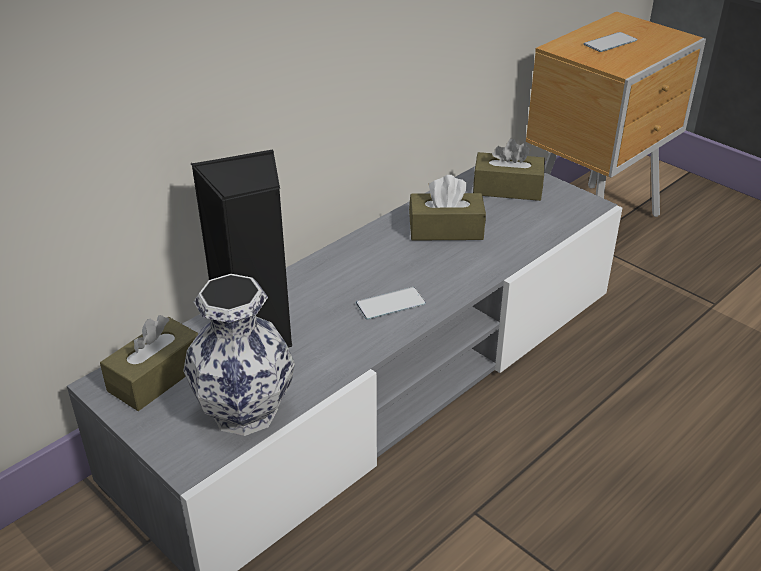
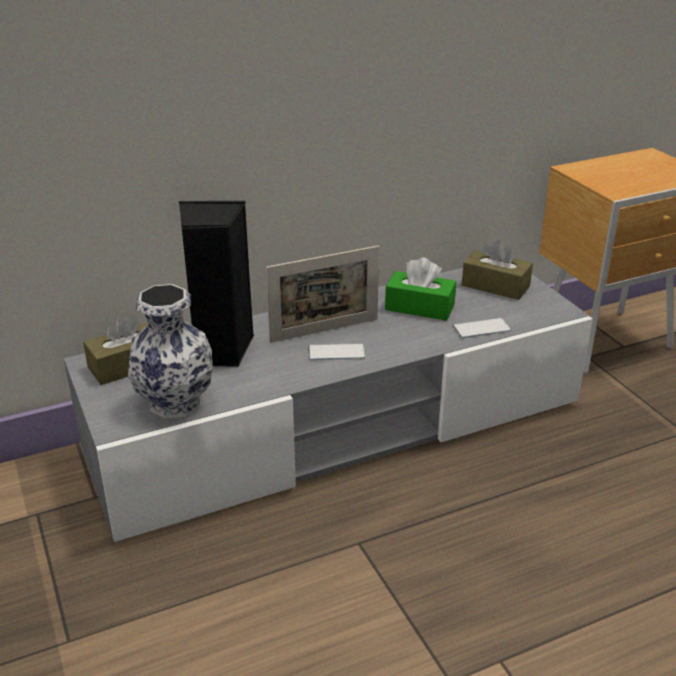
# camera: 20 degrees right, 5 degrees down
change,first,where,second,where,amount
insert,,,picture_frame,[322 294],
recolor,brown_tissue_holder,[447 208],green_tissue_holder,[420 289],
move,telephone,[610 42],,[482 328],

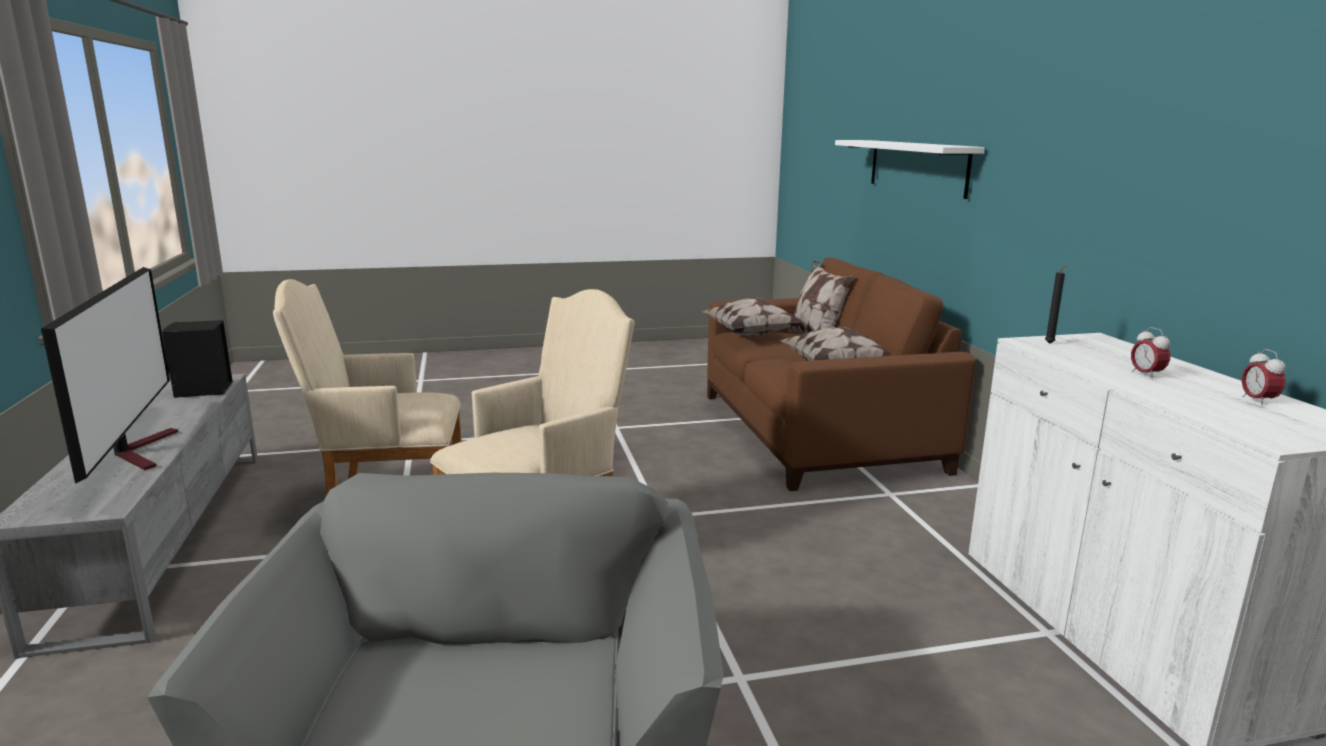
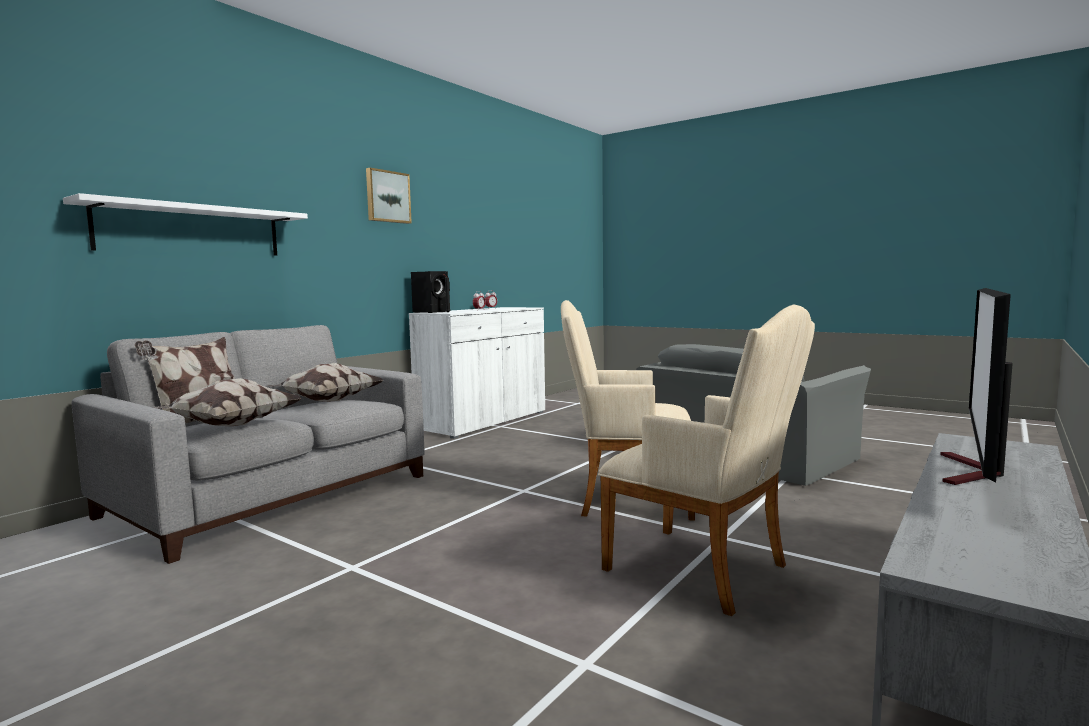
# camera: 130 degrees left, 10 degrees down
change,first,where,second,where,amount
recolor,brown_couch,[841 374],grey_couch,[248 444],
insert,,,picture,[389 196],
move,black_speaker,[197 359],,[430 292],

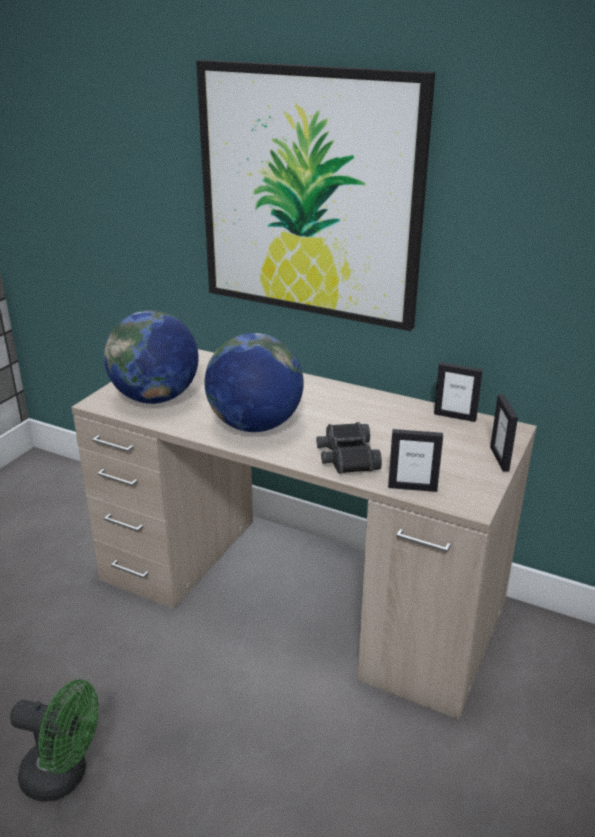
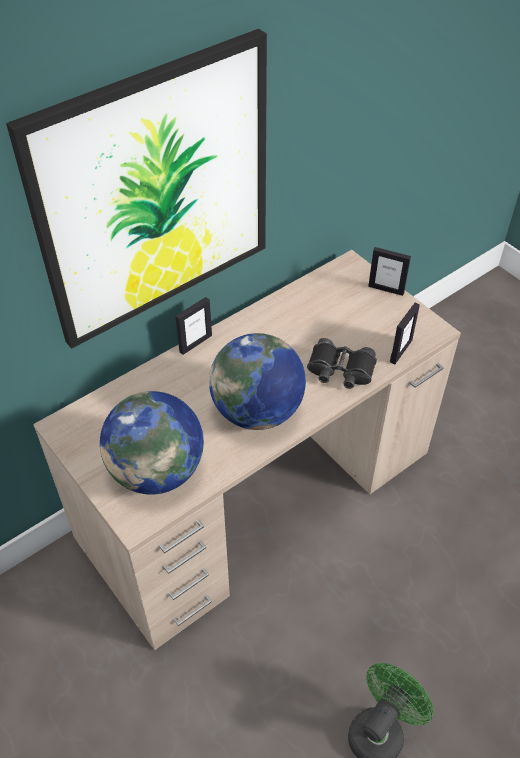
# camera: 65 degrees left, 20 degrees up
change,first,where,second,where,amount
move,picture_frame,[458 392],,[193 326],

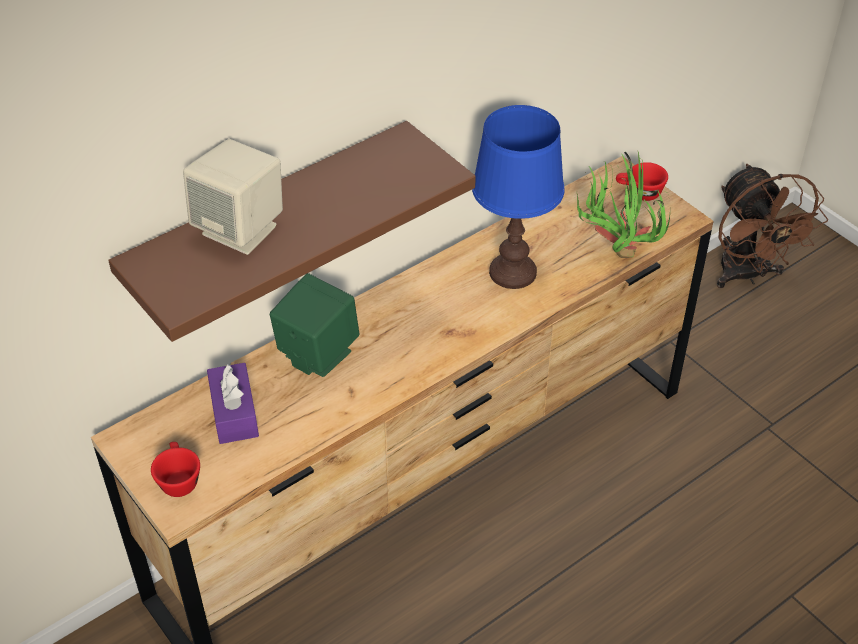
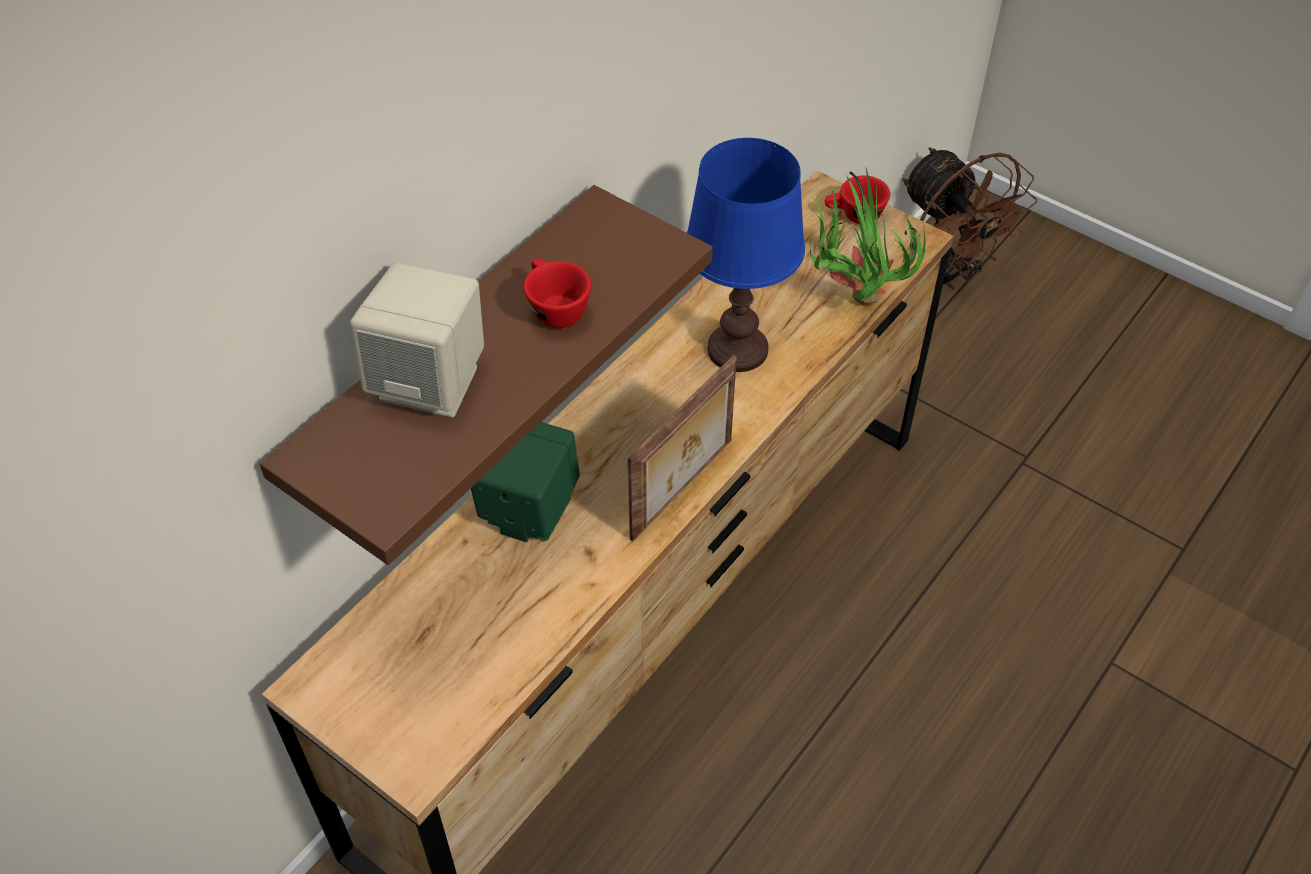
# camera: 15 degrees left, 5 degrees up
change,first,where,second,where,amount
move,red-coloured_cup,[175 469],,[557 293],
insert,,,picture_frame,[682 448],
delete,purple_tissue_holder,[233 403],,,

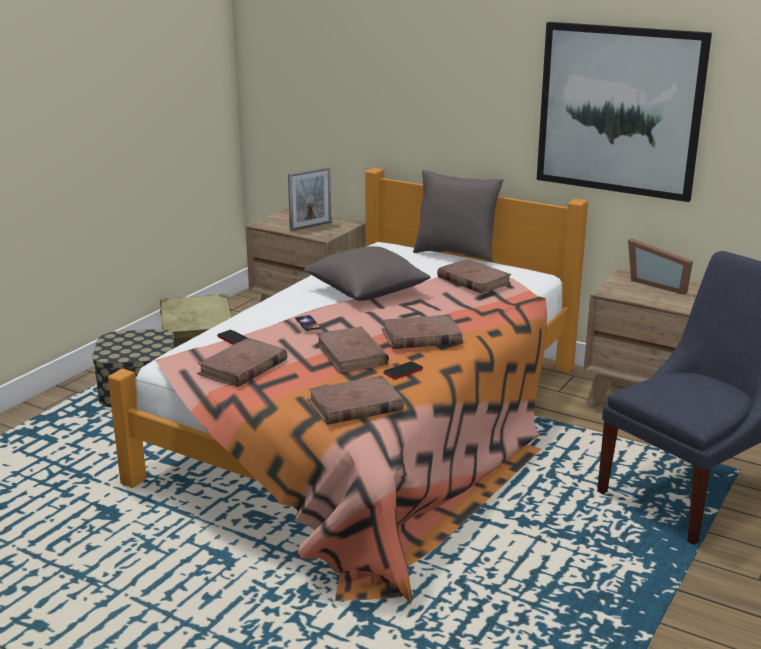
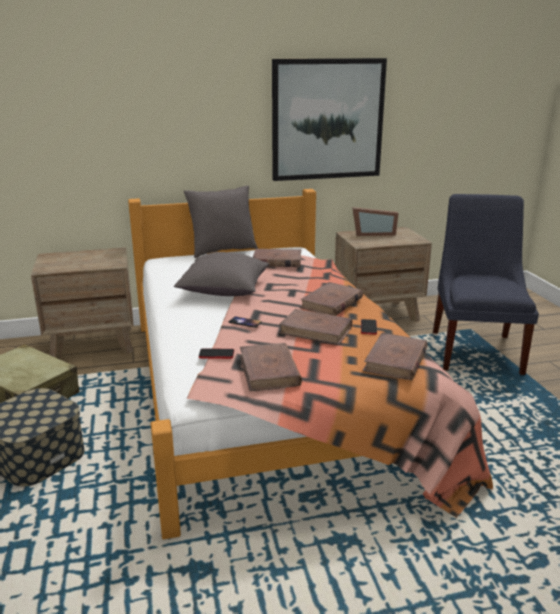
# camera: 45 degrees left, 0 degrees up
change,first,where,second,where,amount
delete,picture_frame,[310 199],,,

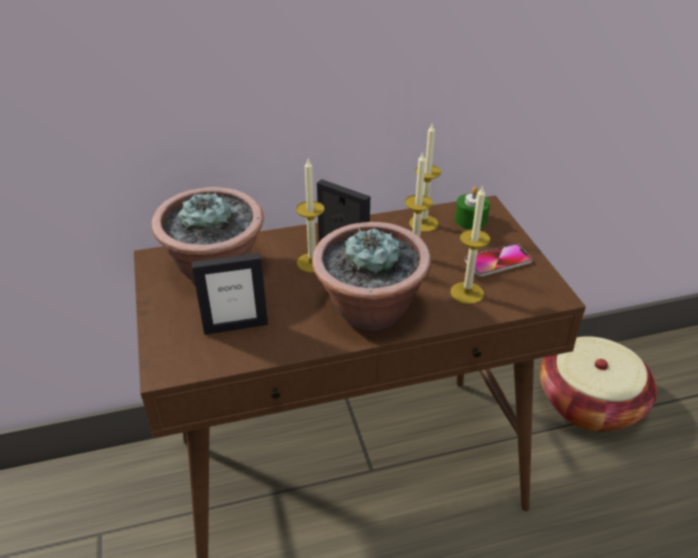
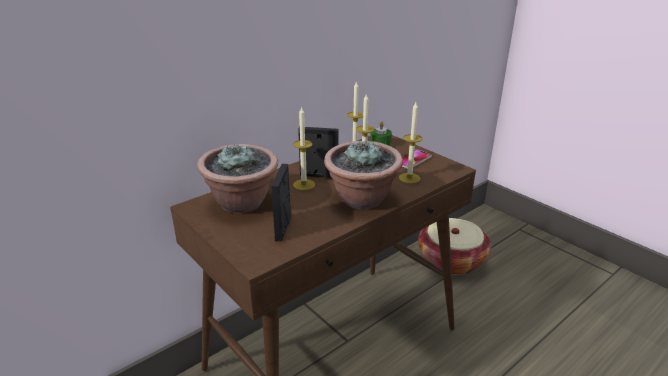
# camera: 25 degrees left, 10 degrees down
change,first,where,second,where,amount
rotate,picture_frame,[230 294],,[281 202],135 degrees clockwise

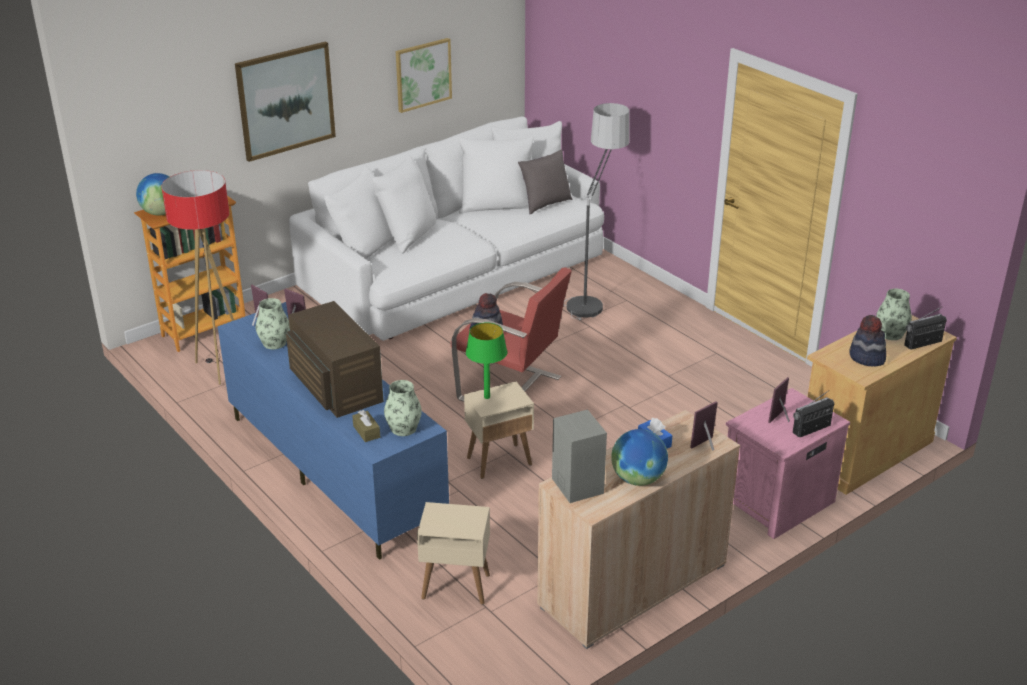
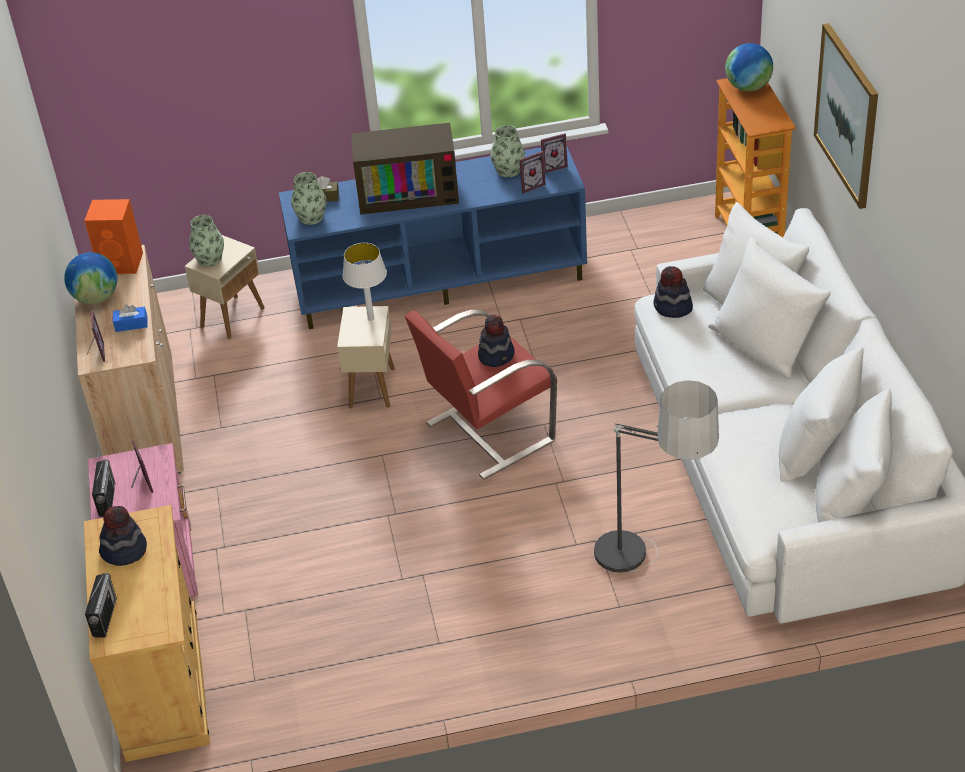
# camera: 120 degrees right, 10 degrees up
change,first,where,second,where,amount
recolor,grey_speaker,[579 456],orangey_speaker,[113 236],
move,vase,[894 314],,[206 241],
recolor,green_table_lamp,[486 360],white-coloured_table_lamp,[365 282],
insert,,,wearable_hat,[673 292],
delete,standard_lamp,[197 277],,,
delete,picture,[424 75],,,
delete,grey_cushion,[545 182],,,

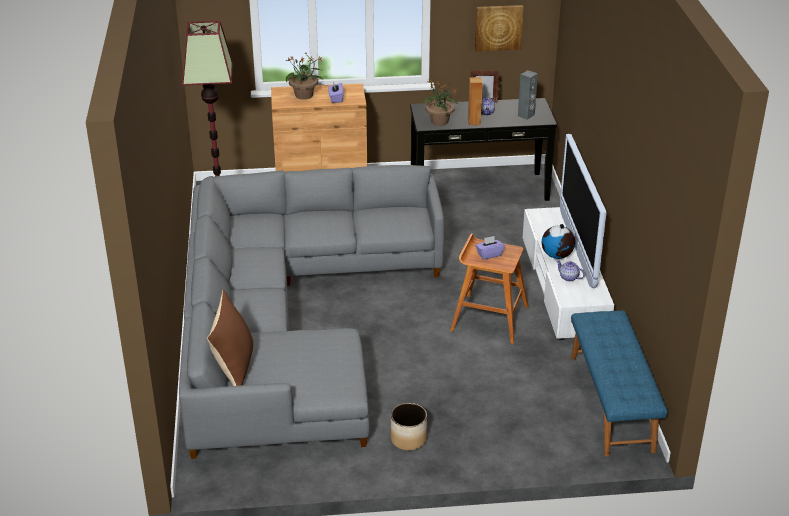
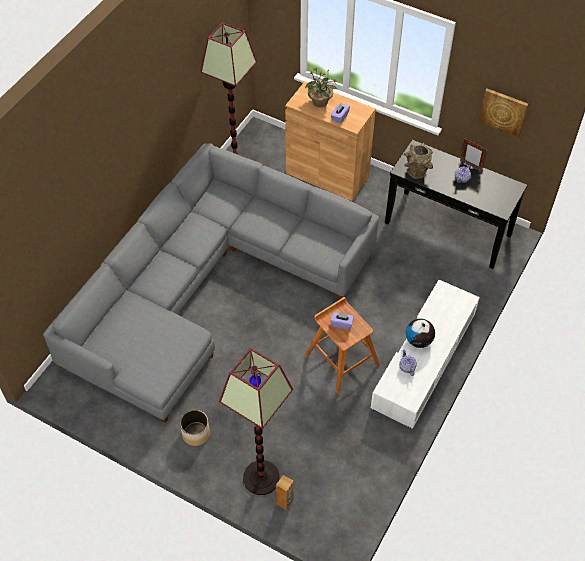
# camera: 35 degrees right, 20 degrees up
change,first,where,second,where,amount
insert,,,standard_lamp,[256 421],
move,brown_speaker,[475 101],,[285 493],
replace,potted_plant,[441 102],brown_vase,[418 161],
delete,brown_cushion,[230 338],,,
delete,grey_speaker,[528 95],,,
delete,television,[583 211],,,
delete,blue_bench,[619 384],,,

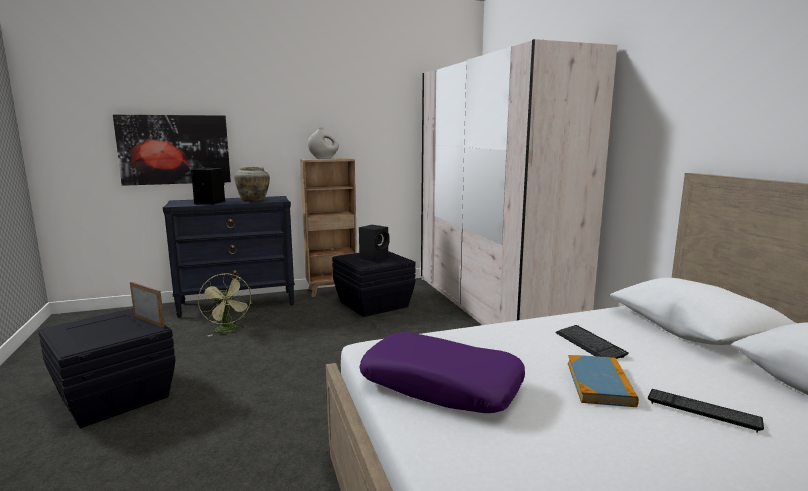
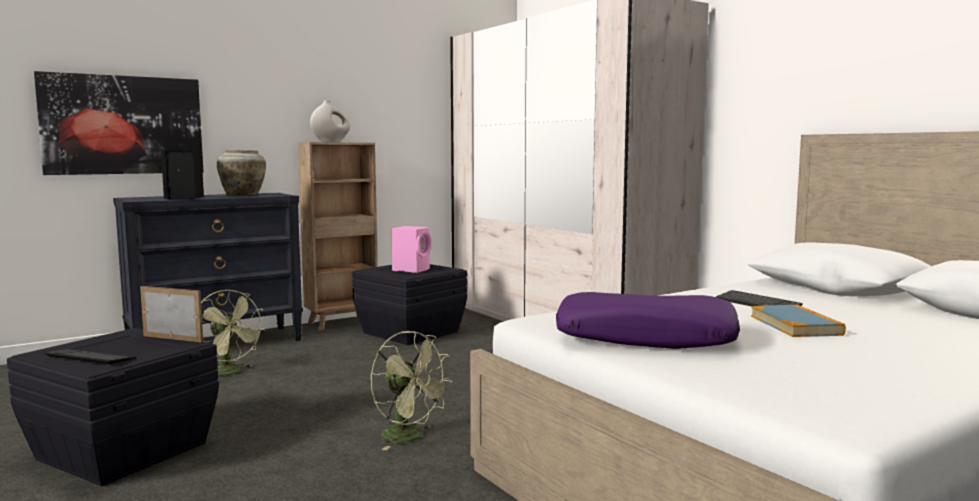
# camera: 15 degrees left, 5 degrees down
change,first,where,second,where,amount
move,keyboard,[706 411],,[90 357],
insert,,,green_cooling_fan,[412 390],
recolor,black_speaker,[374 243],pink_speaker,[411 249],

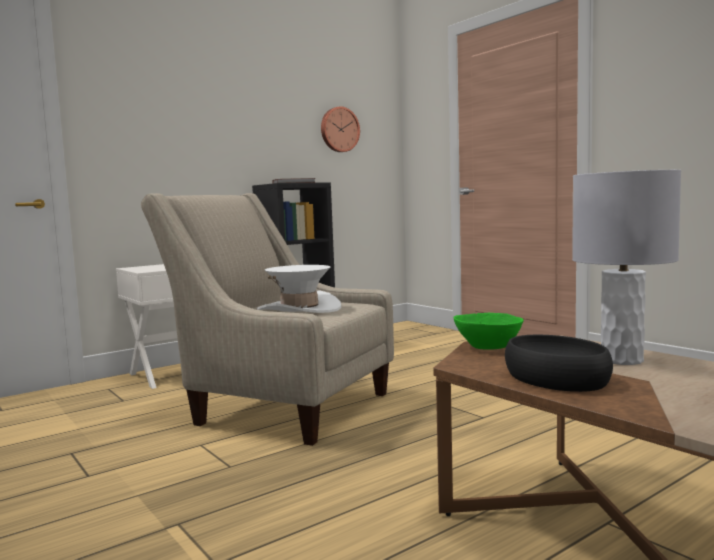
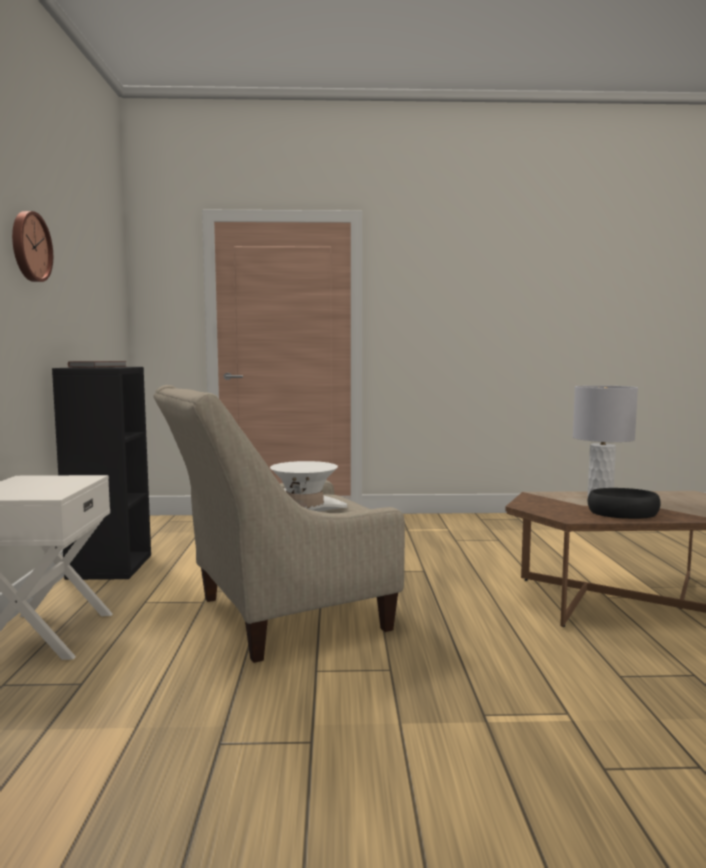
# camera: 55 degrees left, 0 degrees up
change,first,where,second,where,amount
move,wall_clock,[340 129],,[32 246],
delete,green_serving_bowl,[488 331],,,

